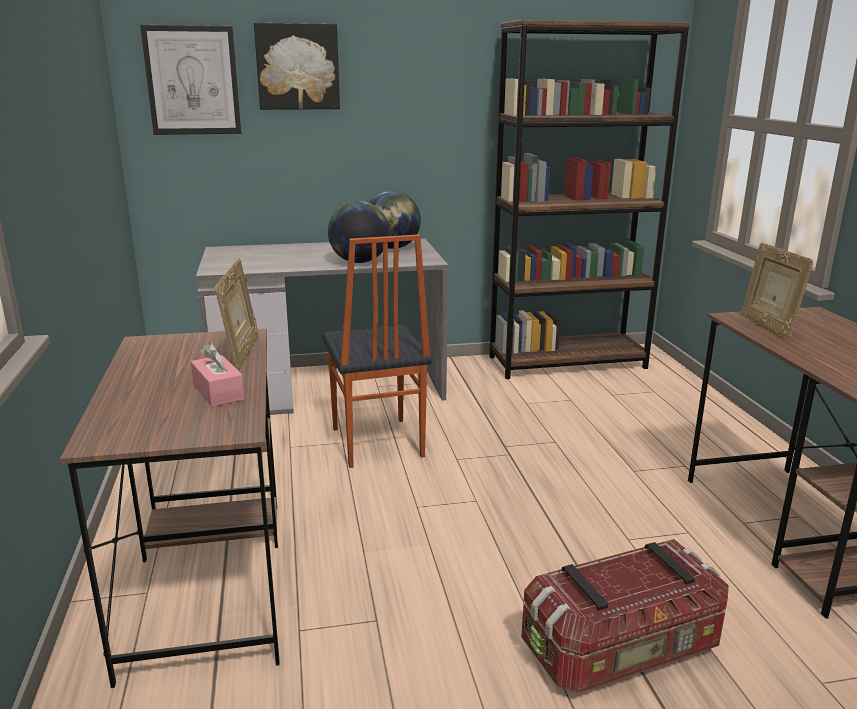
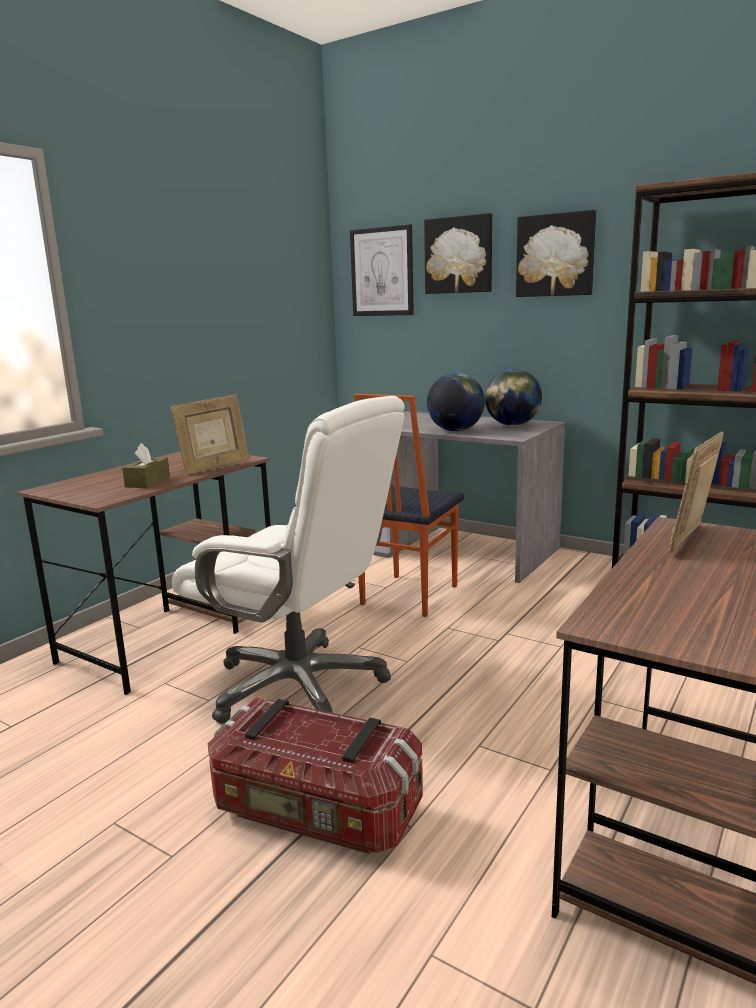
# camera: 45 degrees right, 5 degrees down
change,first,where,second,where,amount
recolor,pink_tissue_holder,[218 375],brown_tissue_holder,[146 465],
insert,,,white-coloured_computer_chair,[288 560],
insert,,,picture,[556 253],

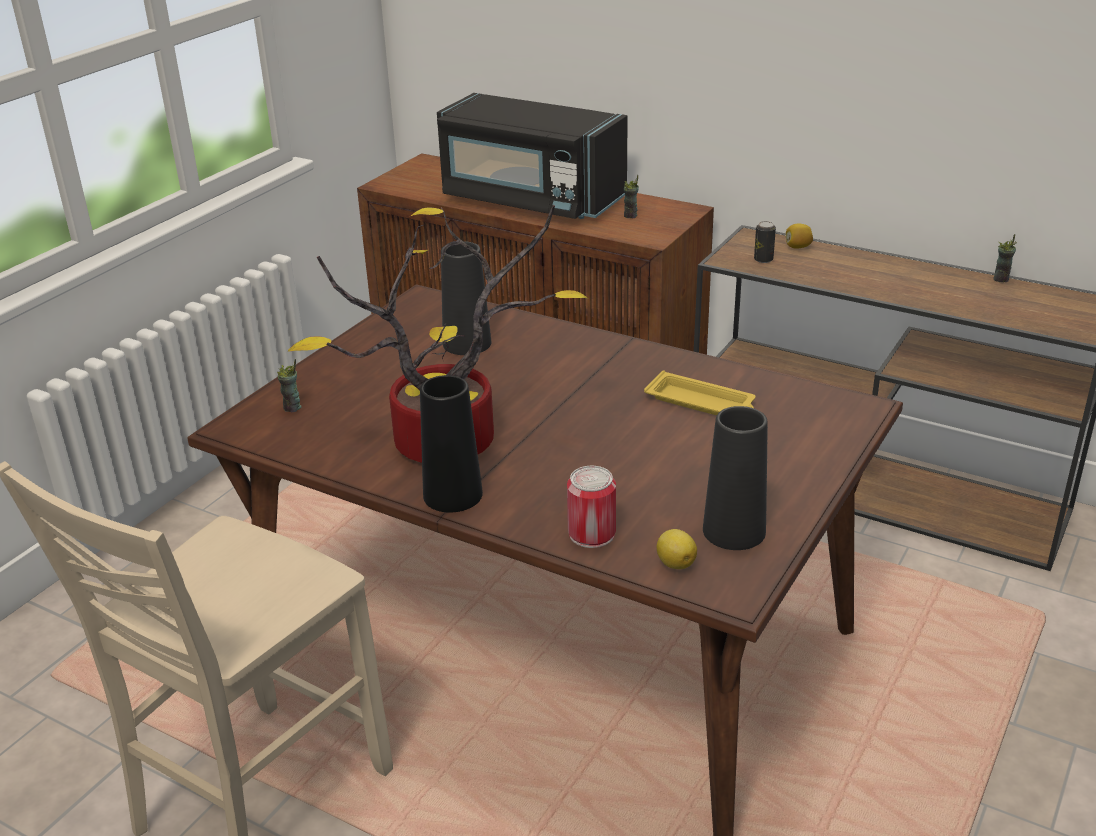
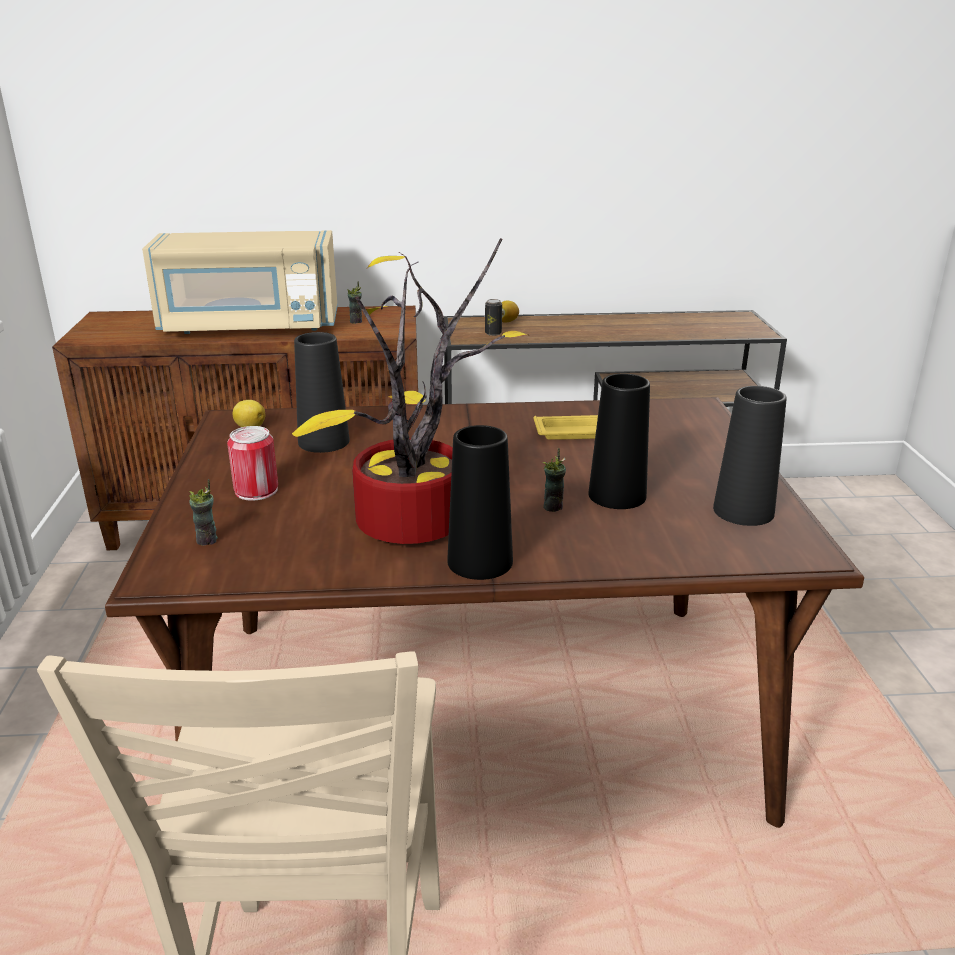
# camera: 35 degrees left, 5 degrees down
change,first,where,second,where,amount
recolor,black_microwave_oven,[532 156],beige_microwave_oven,[240 282],
move,metal_can,[591 507],,[252 463],
move,citrus_fruit,[677 549],,[249 413],
move,cup,[1005 258],,[554 480],
insert,,,black_vase,[619 441],

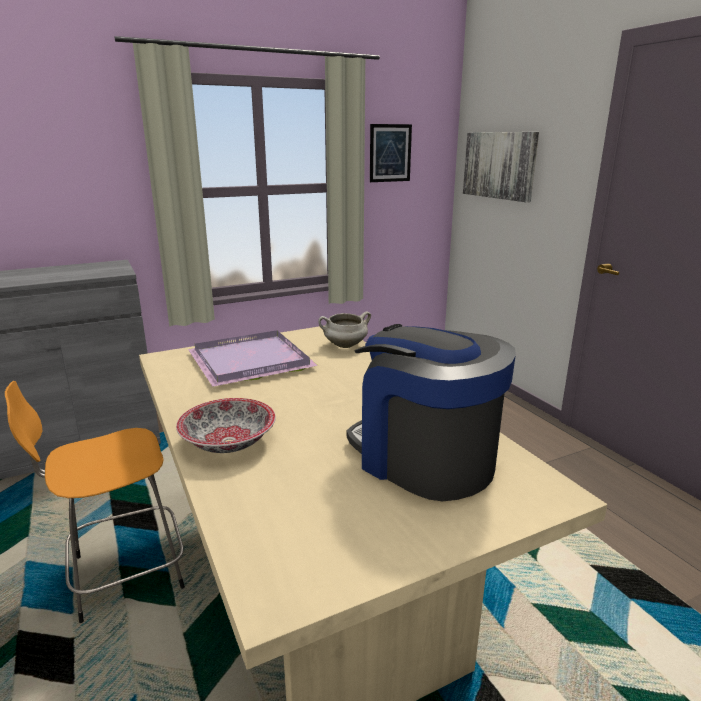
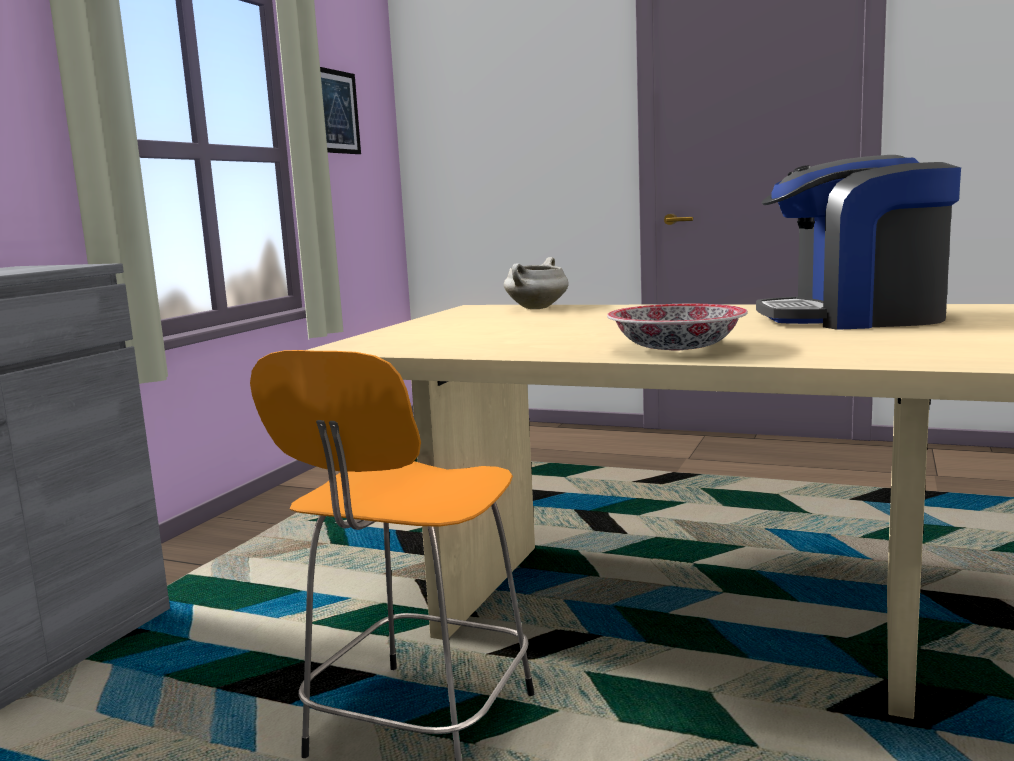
# camera: 40 degrees left, 10 degrees down
change,first,where,second,where,amount
delete,purple_serving_tray,[253 358],,,
delete,picture,[501 167],,,

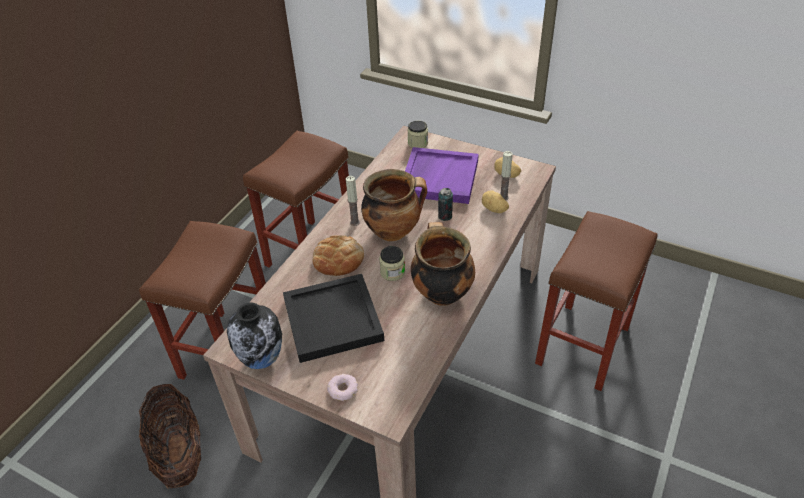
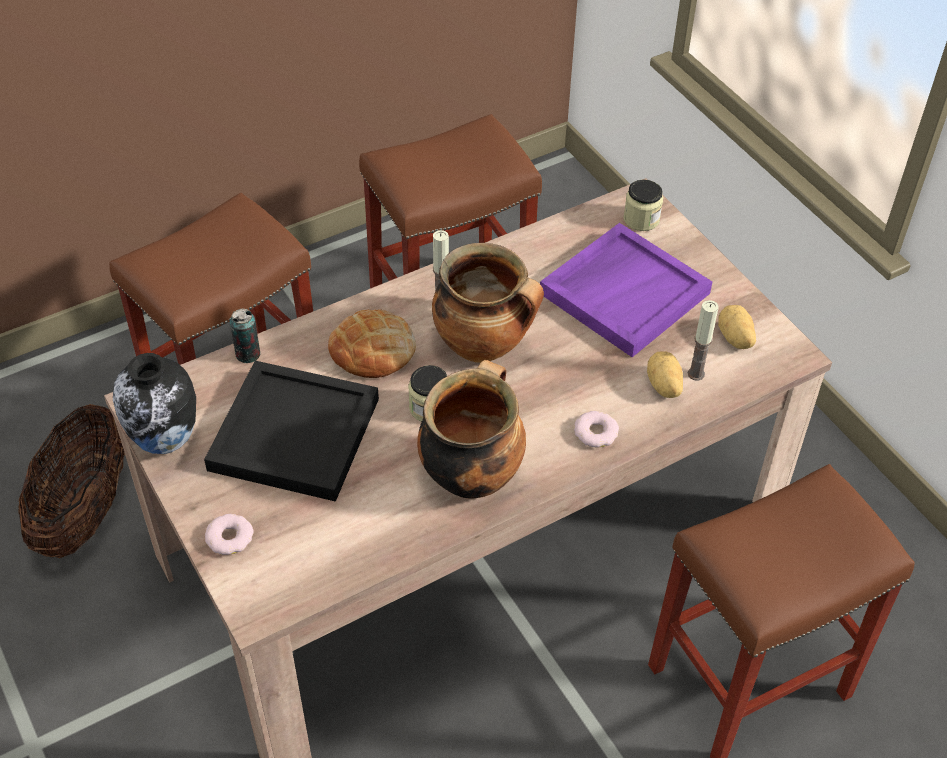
# camera: 30 degrees right, 5 degrees up
change,first,where,second,where,amount
move,metal_can,[445 204],,[245 336],
insert,,,ring_doughnut,[596 429],

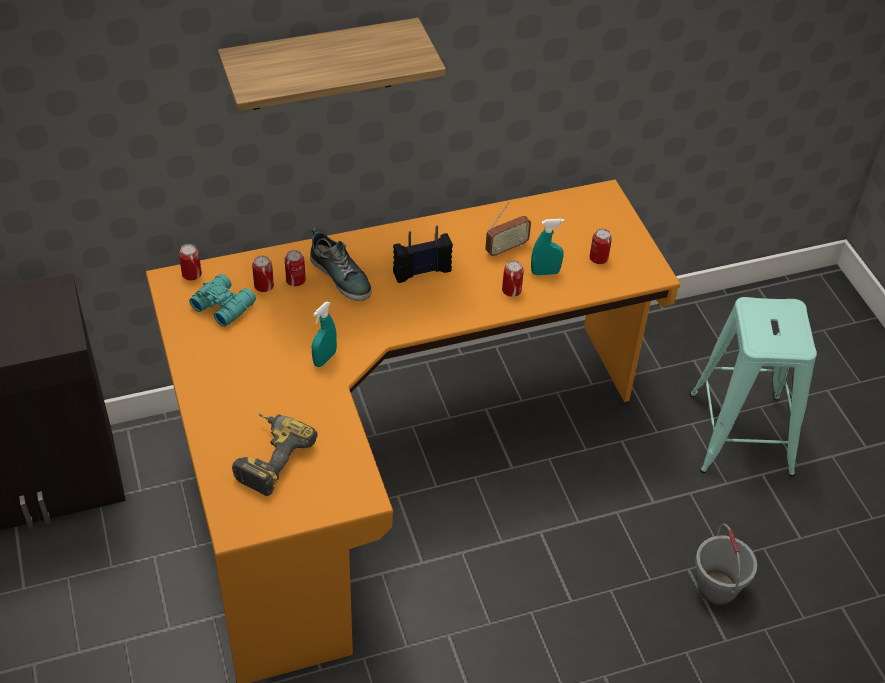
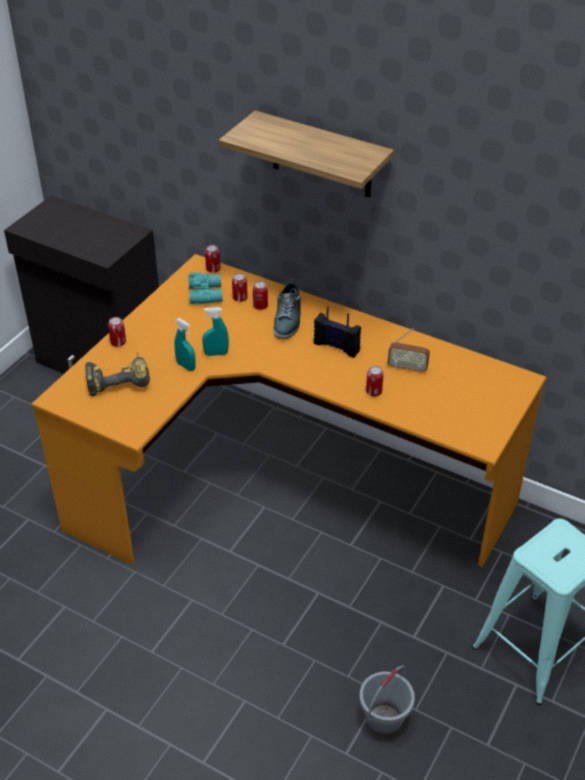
# camera: 50 degrees right, 5 degrees down
change,first,where,second,where,amount
move,metal_can,[600 246],,[117 332],
move,turquoise-coloured_spray_bottle,[547 247],,[185 344],

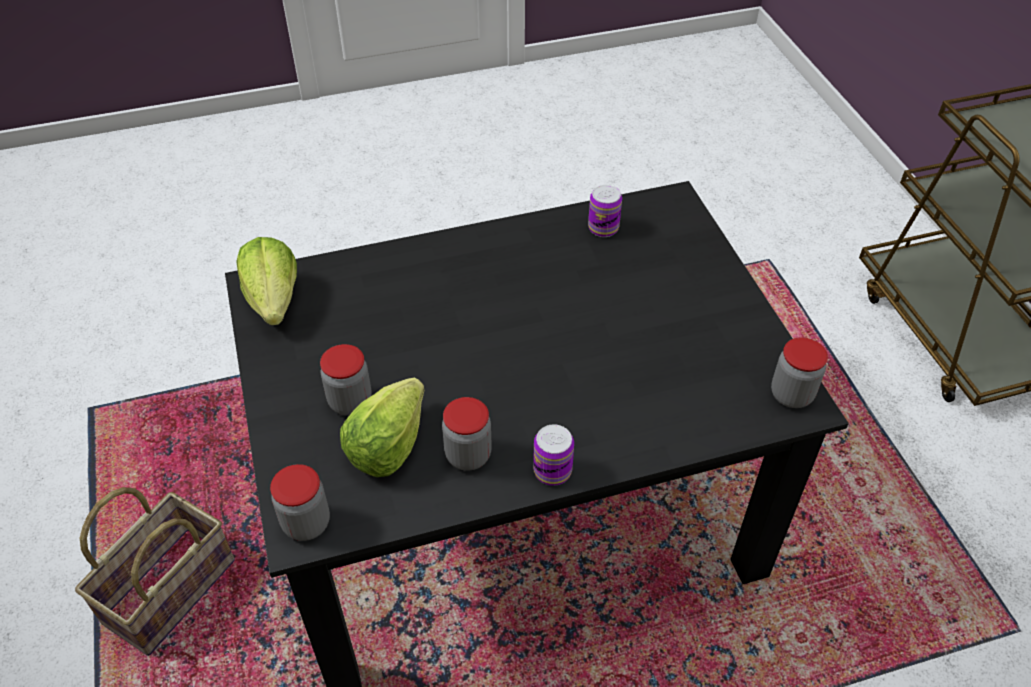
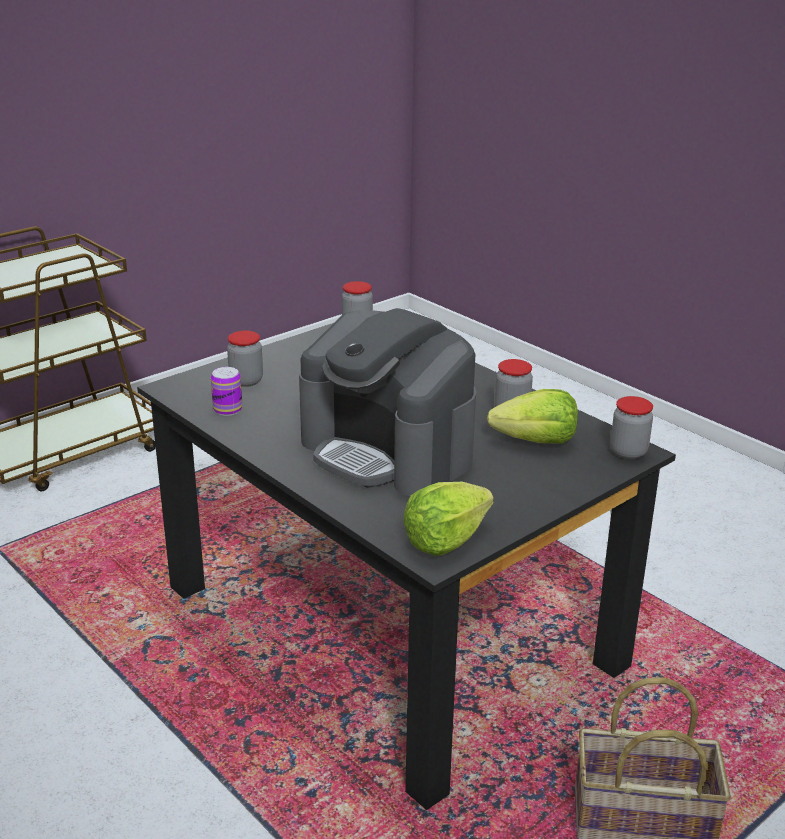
# camera: 115 degrees left, 20 degrees down
change,first,where,second,where,amount
move,preserve_jar,[346 379],,[245 359],
insert,,,coffee_brewer,[387 402],
delete,metal_can,[553 455],,,

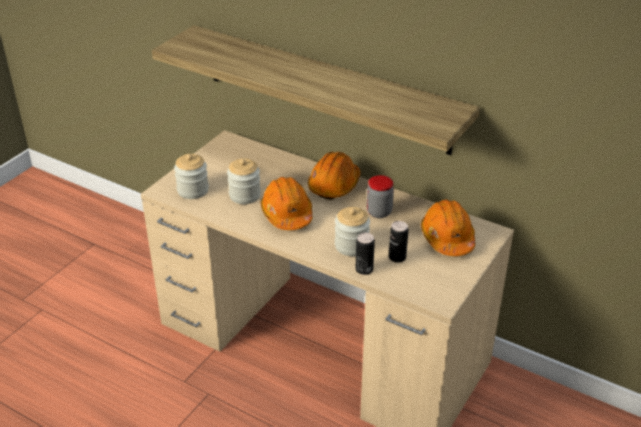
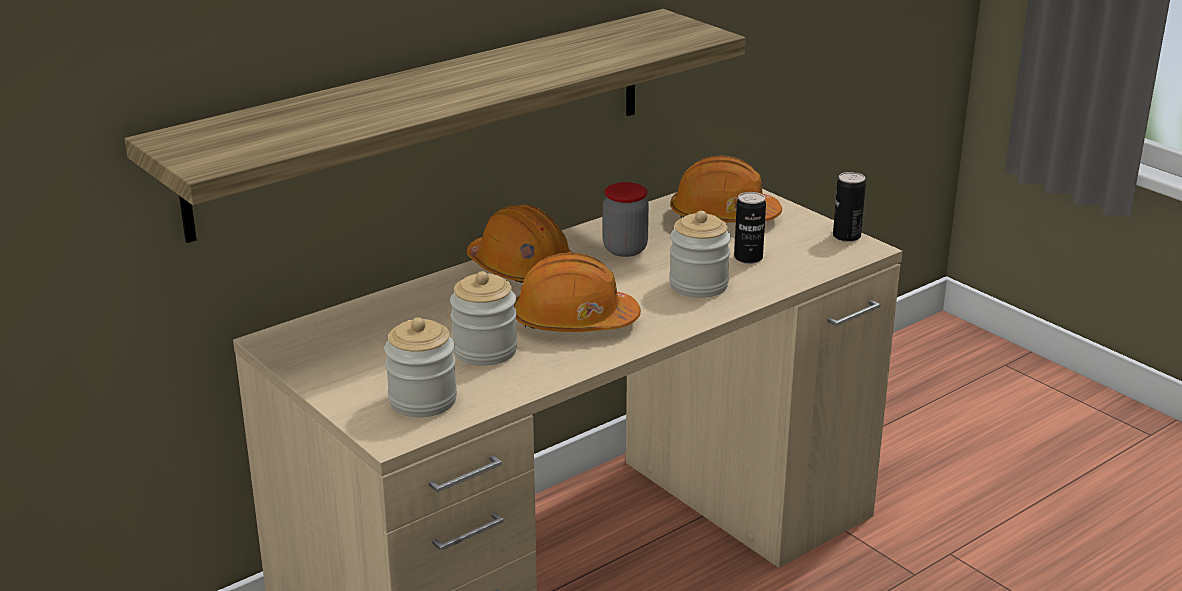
# camera: 70 degrees left, 10 degrees down
change,first,where,second,where,amount
move,metal_can,[365 253],,[849 207],

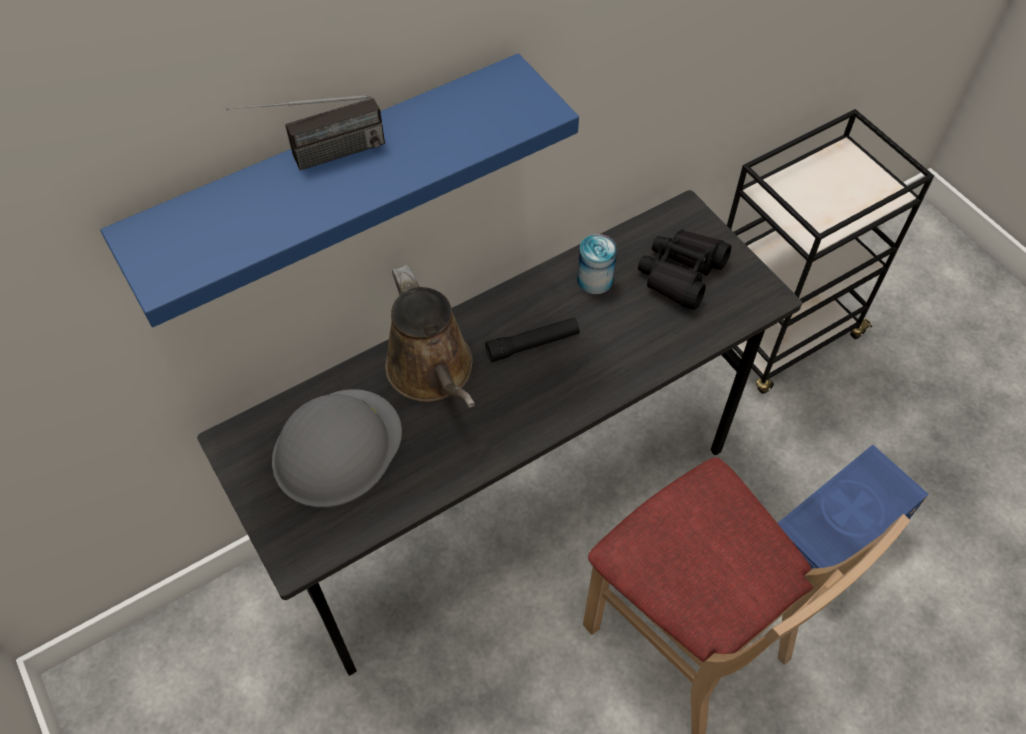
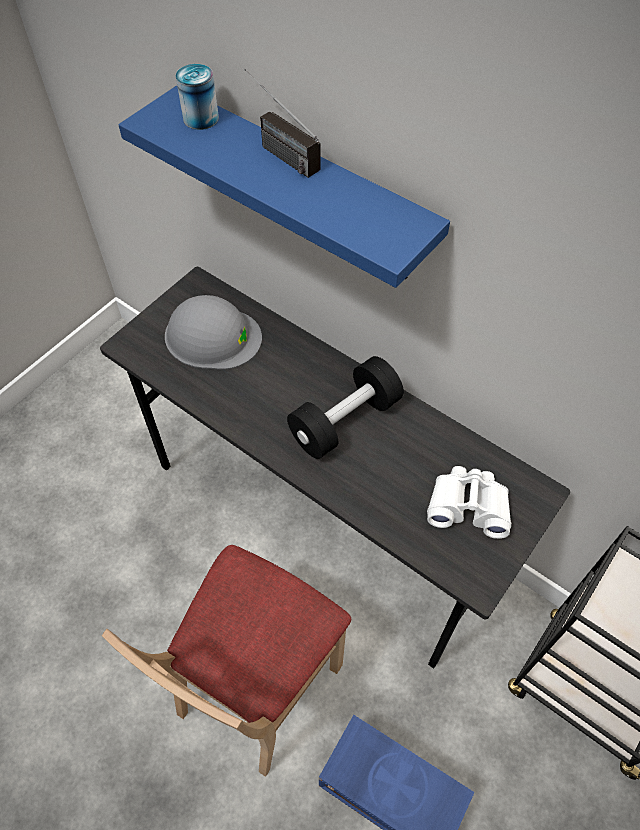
# camera: 70 degrees right, 0 degrees up
change,first,where,second,where,amount
move,metal_can,[597 264],,[197 97],
replace,black_hand_torch,[532 340],black_free_weight,[345 407],
recolor,black_pair_of_binoculars,[684 269],white-coloured_pair_of_binoculars,[469 502],
delete,brown_sprinkling_can,[430 336],,,

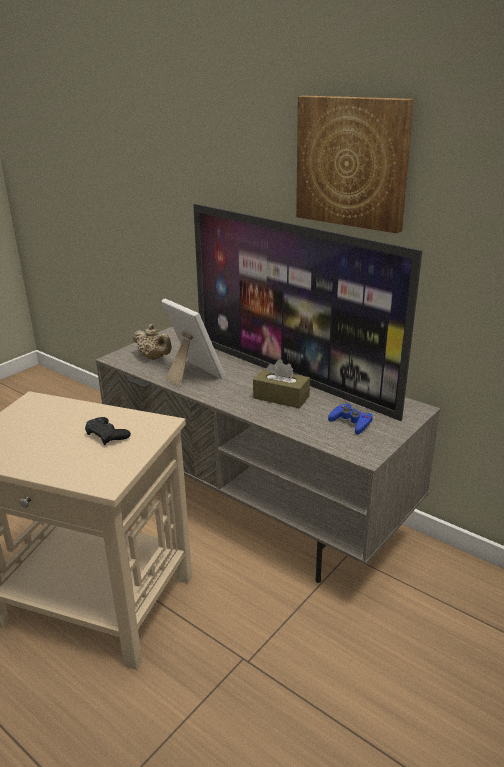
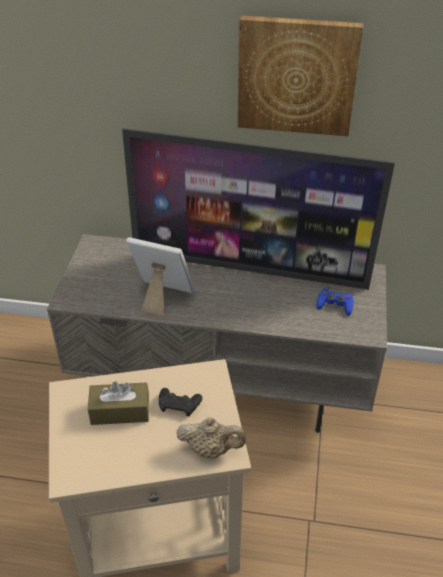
# camera: 30 degrees left, 15 degrees up
change,first,where,second,where,amount
move,brown_tissue_holder,[281 383],,[118 403],
move,beige_tea_pot,[152 342],,[211 438],

